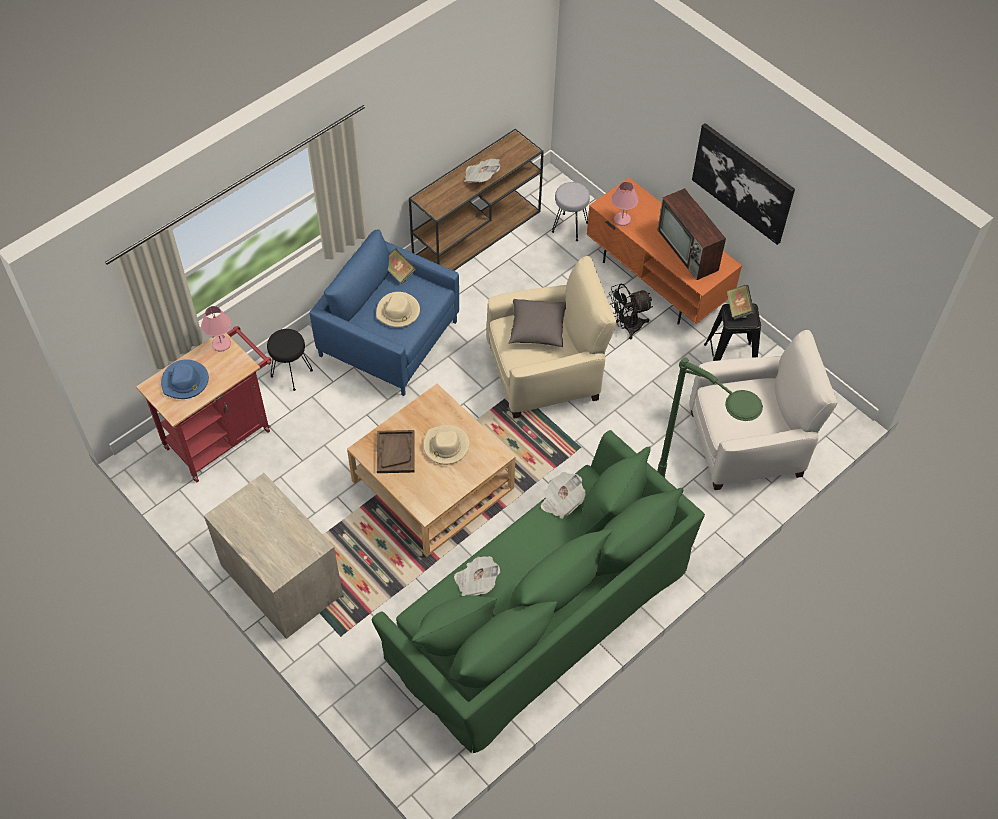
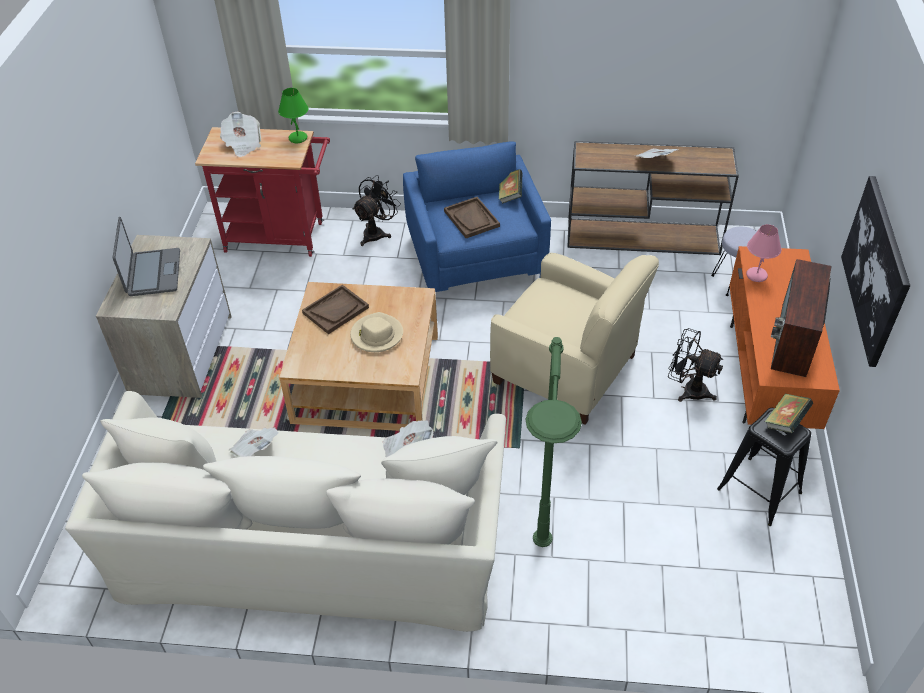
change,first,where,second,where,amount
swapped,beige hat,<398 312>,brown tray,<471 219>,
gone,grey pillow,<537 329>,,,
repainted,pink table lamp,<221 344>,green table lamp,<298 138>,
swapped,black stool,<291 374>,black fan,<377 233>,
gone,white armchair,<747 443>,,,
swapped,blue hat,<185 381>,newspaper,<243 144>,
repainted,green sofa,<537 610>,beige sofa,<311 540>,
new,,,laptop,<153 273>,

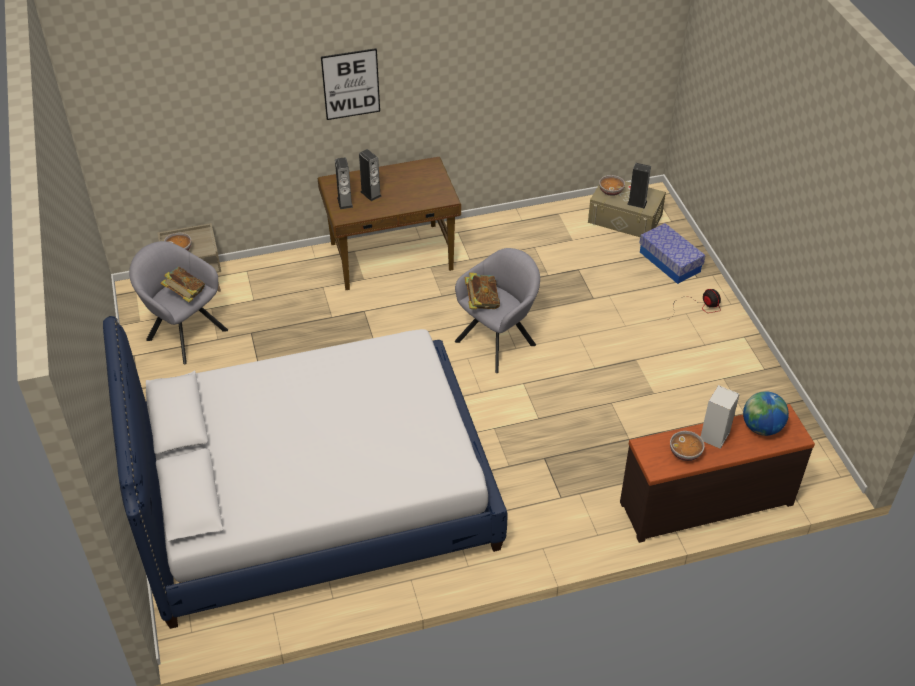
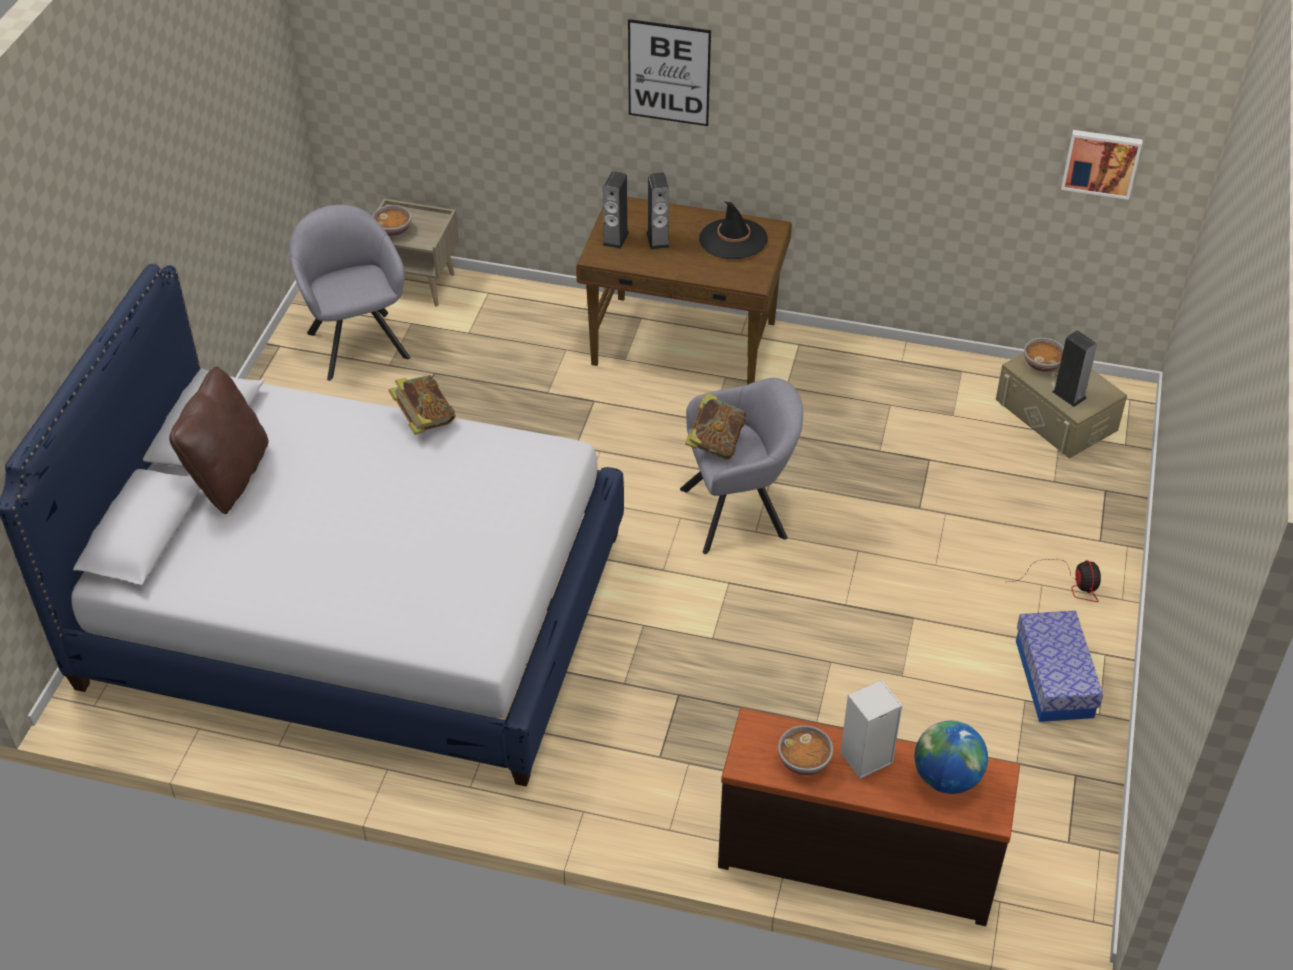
change,first,where,second,where,amount
shifted,storage box,<670 262>,,<1054 679>,
shifted,book,<185 294>,,<424 420>,
new,,,picture,<1101 162>,
new,,,black hat,<733 239>,
new,,,brown pillow,<229 476>,

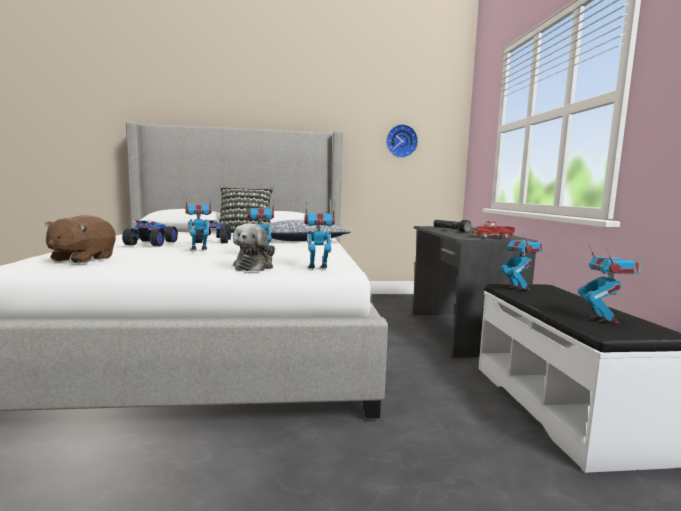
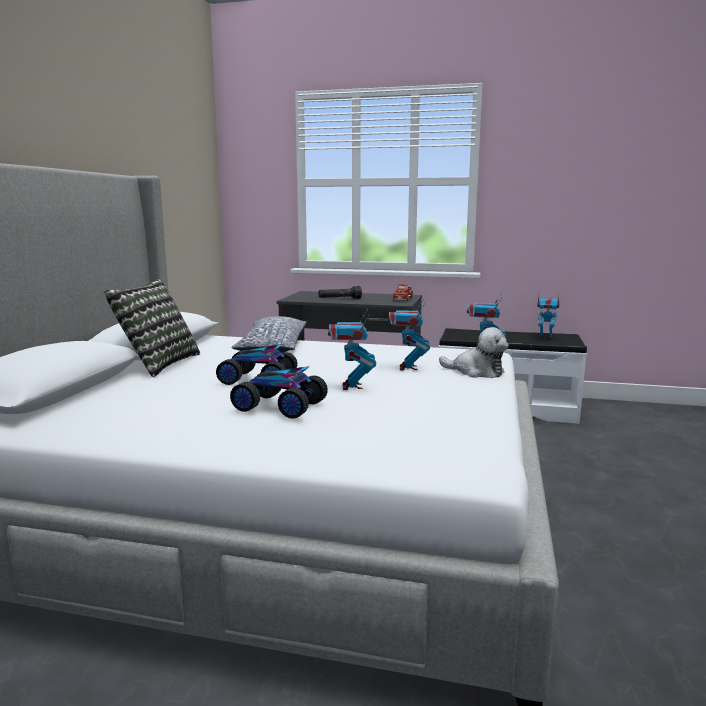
change,first,where,second,where,amount
gone,wall clock,<401 141>,,,
gone,brown plush toy,<81 259>,,,
gone,toy robot,<519 288>,,,

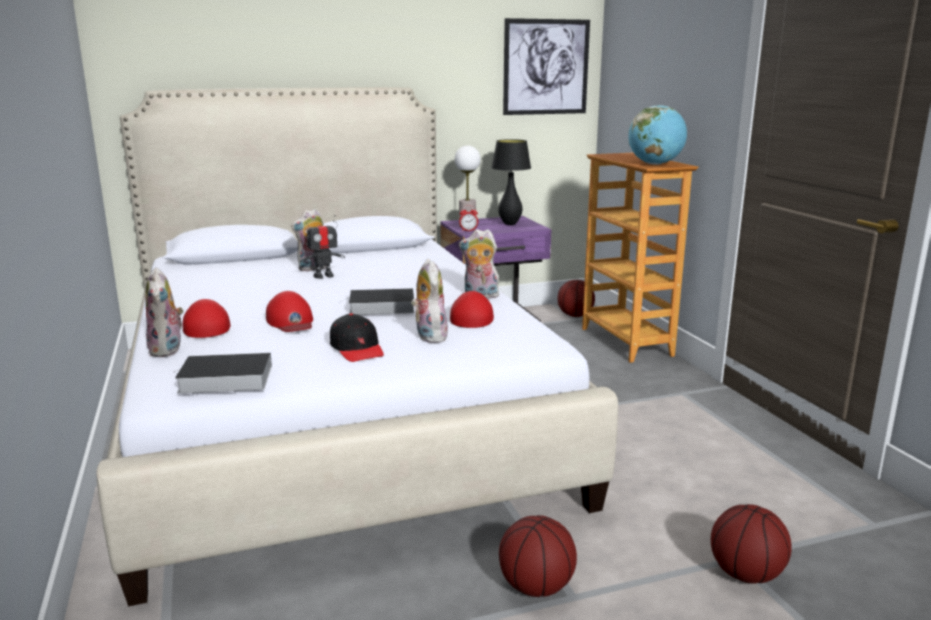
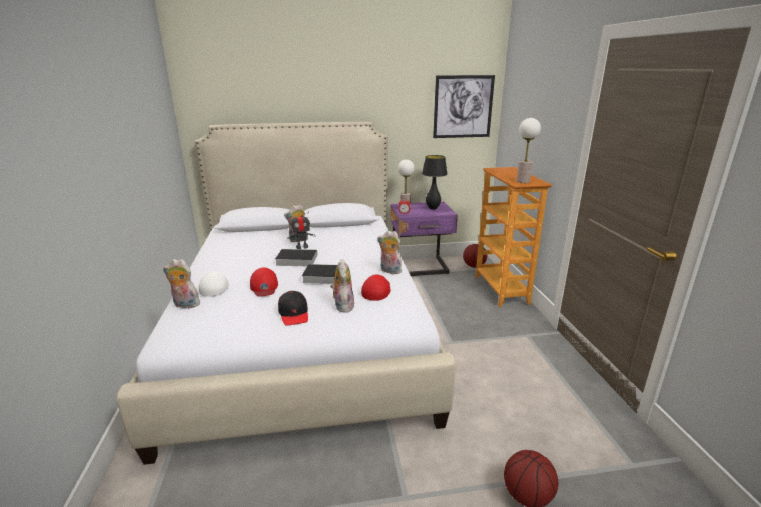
change,first,where,second,where,amount
swapped,globe,<655 164>,table lamp,<523 181>,
rotated,plush toy,<168 350>,,<185 305>,105 degrees clockwise
repainted,red cap,<206 326>,white cap,<215 286>,
shifted,book,<222 379>,,<295 260>,
gone,basketball,<535 587>,,,

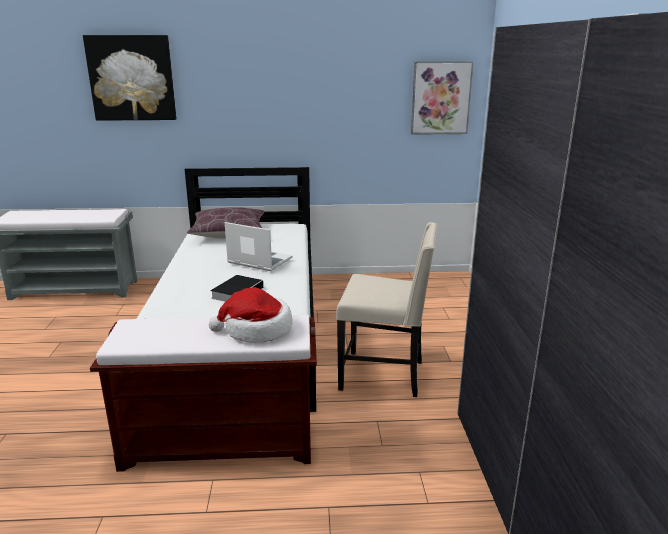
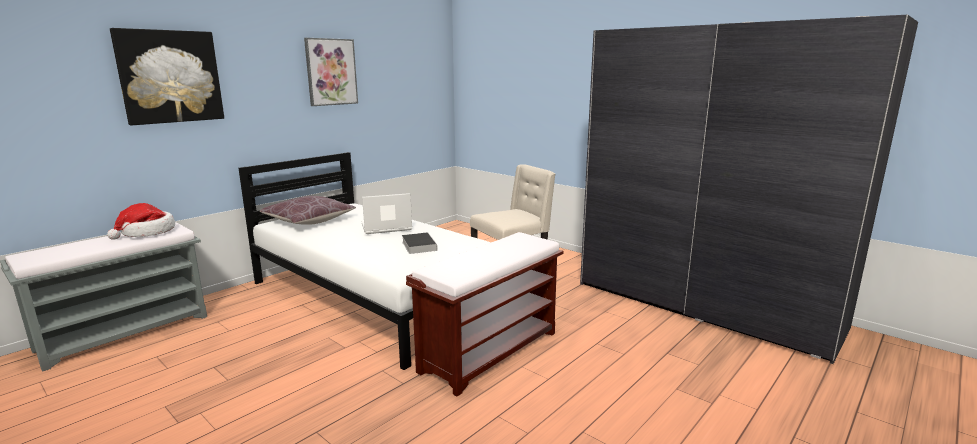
change,first,where,second,where,amount
shifted,picture,<440 98>,,<331 72>,
shifted,hat,<256 330>,,<147 232>,

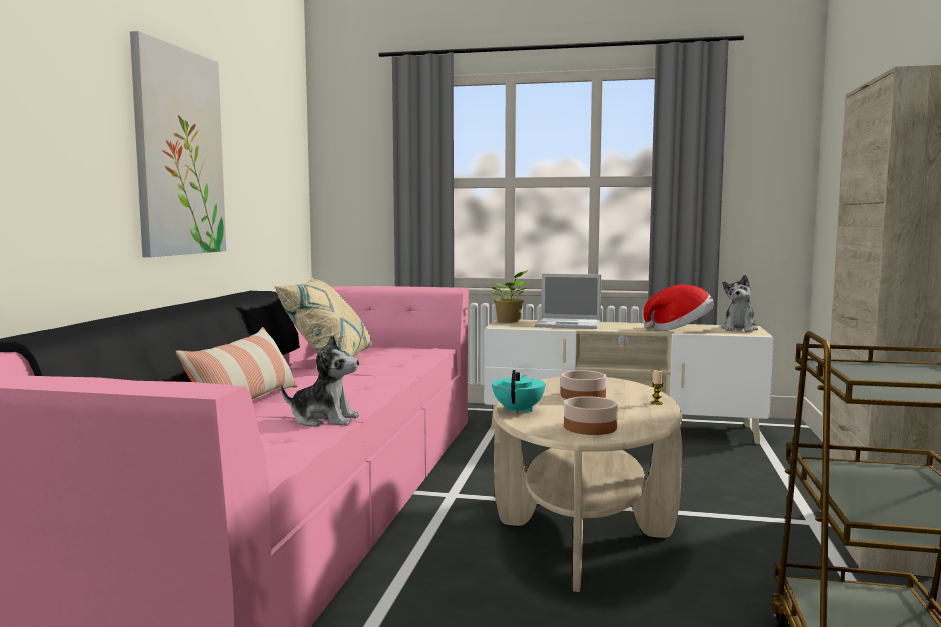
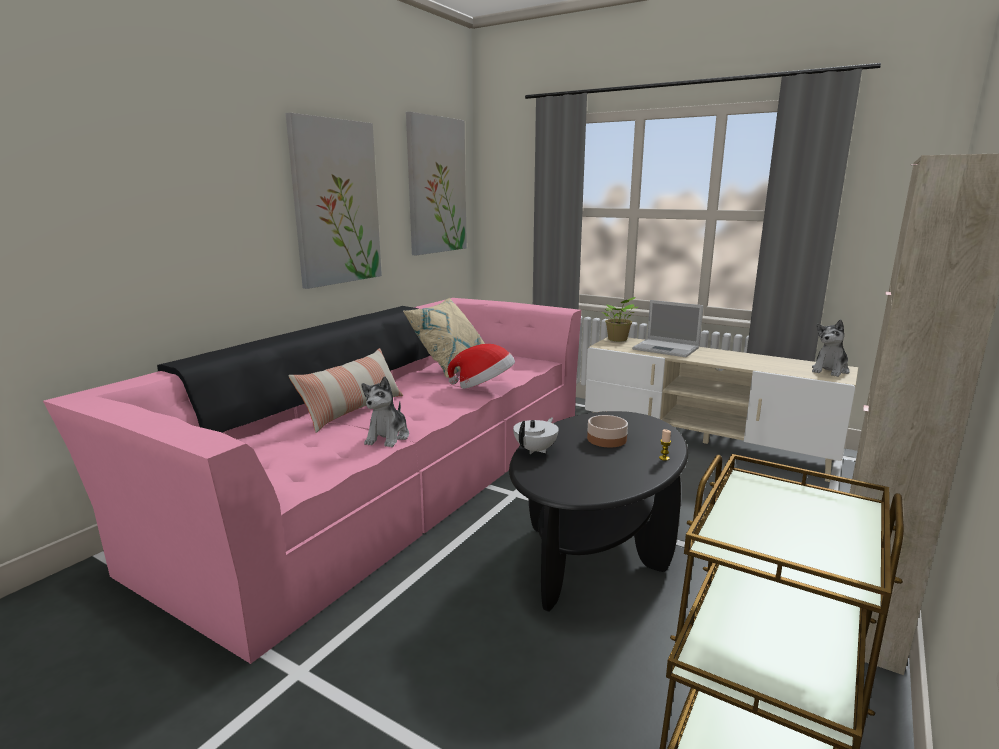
change,first,where,second,where,amount
shifted,hat,<679 329>,,<483 387>,
rotated,plush toy,<324 420>,,<388 437>,75 degrees clockwise
repainted,turquoise teapot,<519 410>,white teapot,<536 450>,
repainted,beige coffee table,<584 530>,black coffee table,<596 549>,
gone,bowl,<590 427>,,,
new,,,picture,<436 186>,

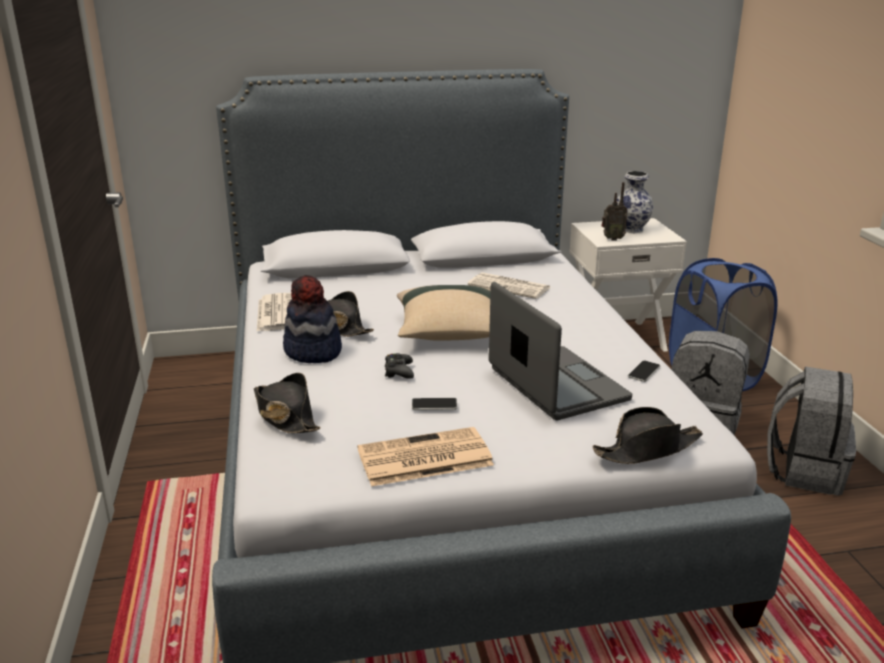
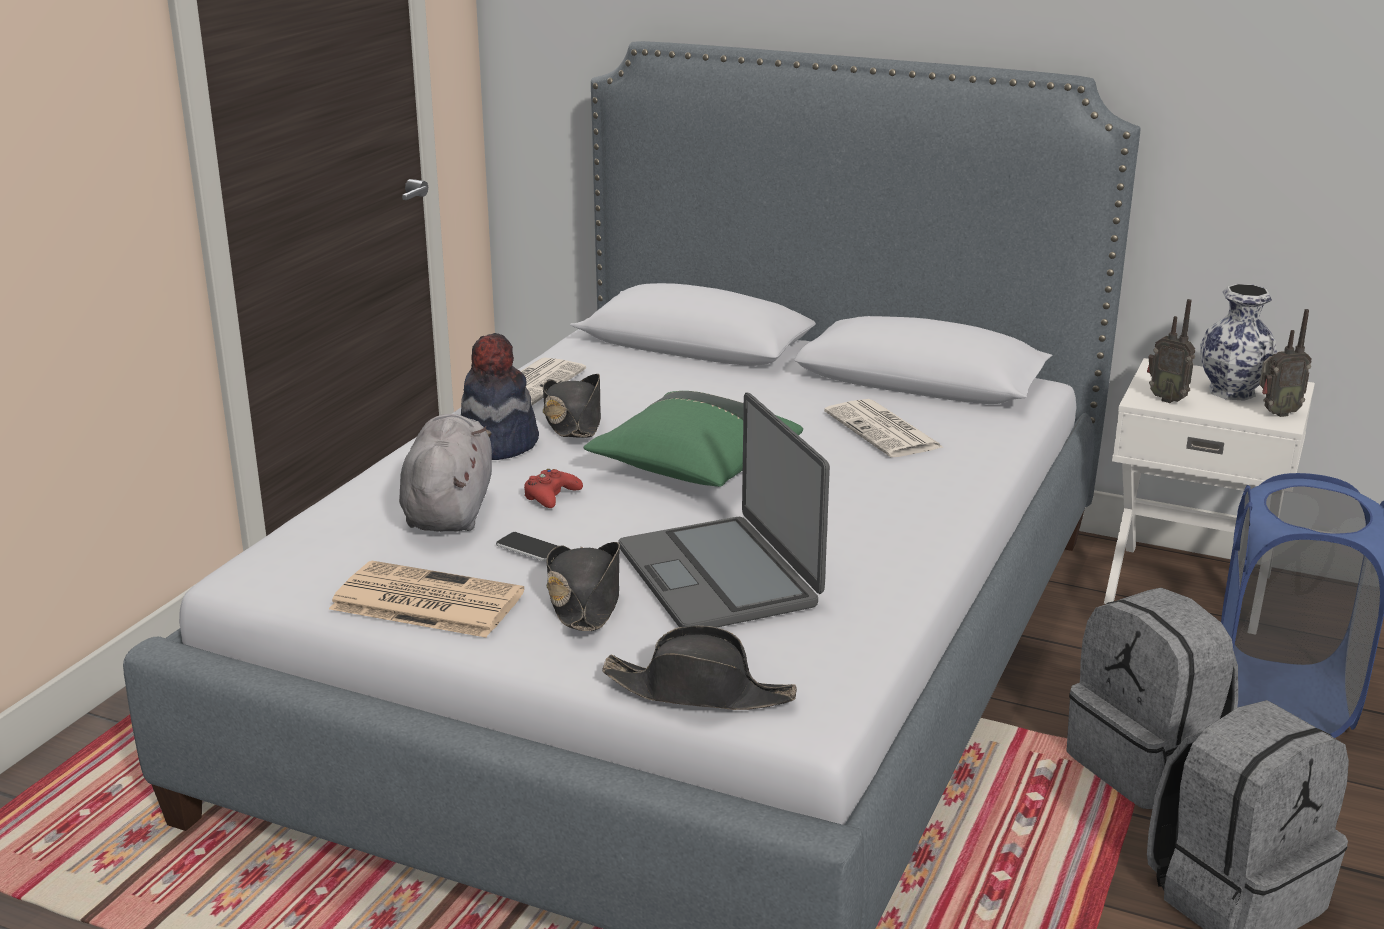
change,first,where,second,where,amount
rotated,laptop,<556 385>,,<720 576>,150 degrees clockwise
repainted,beige pillow,<449 333>,green pillow,<694 469>,
repainted,black game controller,<399 371>,red game controller,<551 496>,
gone,phone,<644 372>,,,
shifted,black hat,<285 416>,,<585 599>,
new,,,radio,<1276 413>,
new,,,grey plush toy,<449 510>,

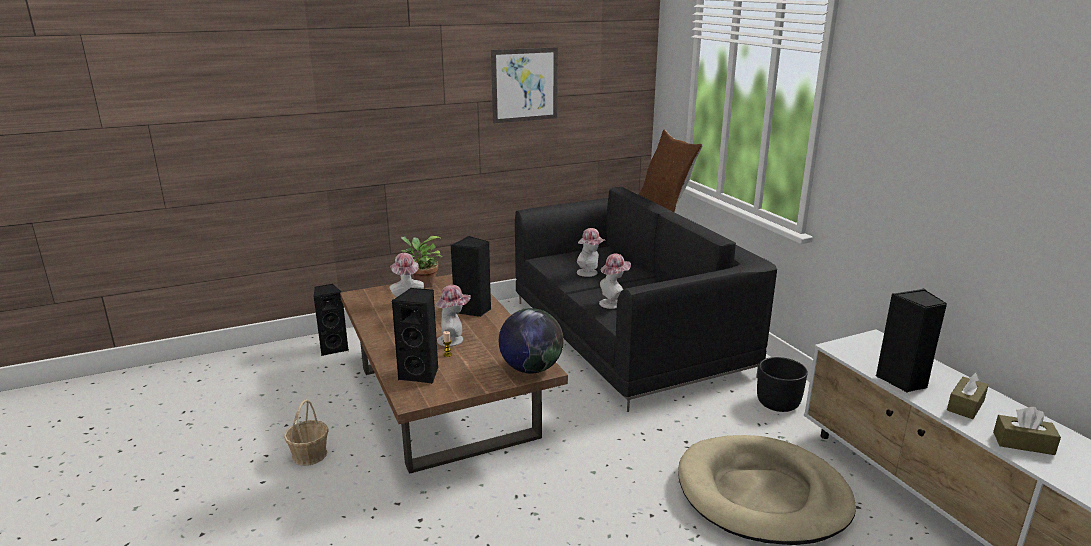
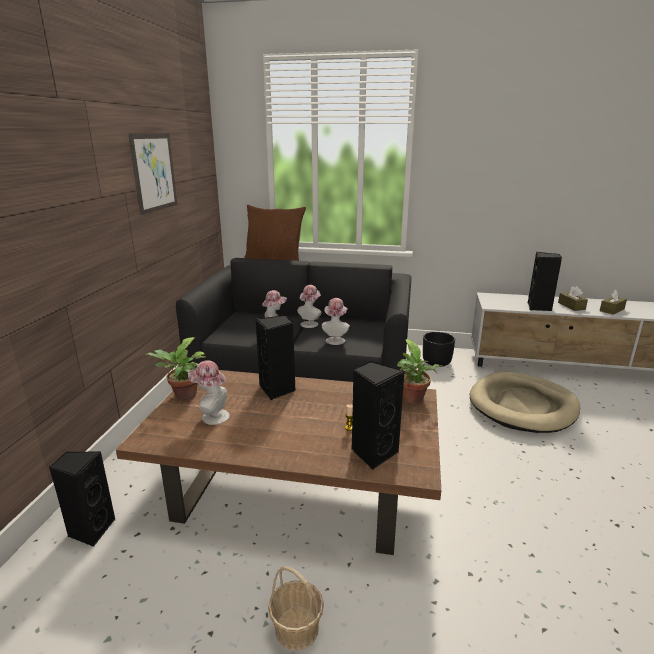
change,first,where,second,where,amount
shifted,hat,<454 339>,,<310 323>,
swapped,globe,<531 369>,potted plant,<414 399>,

